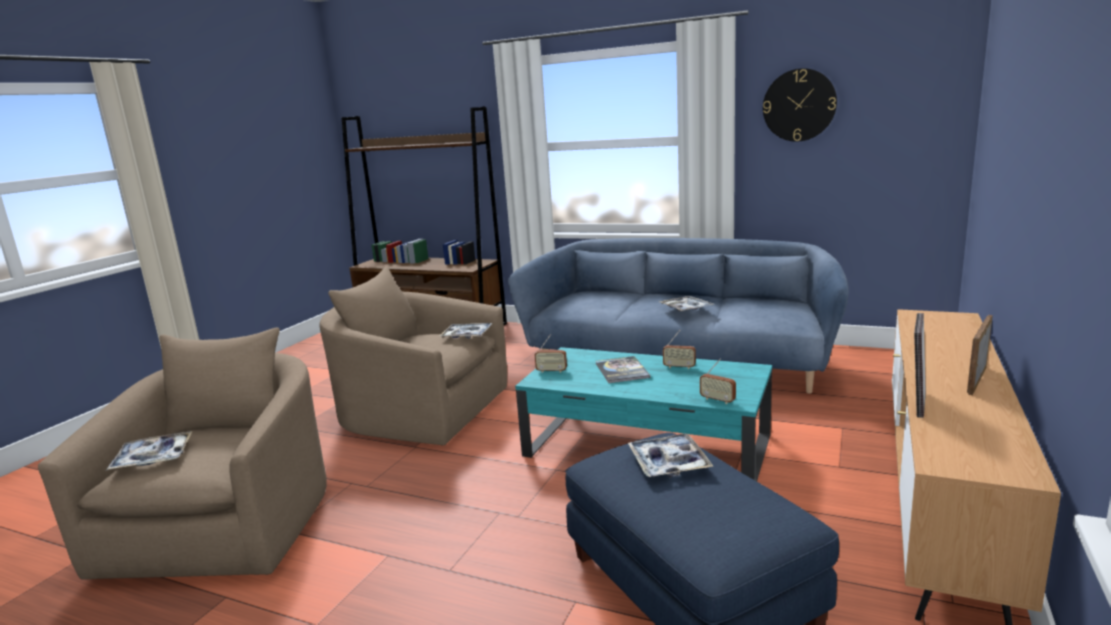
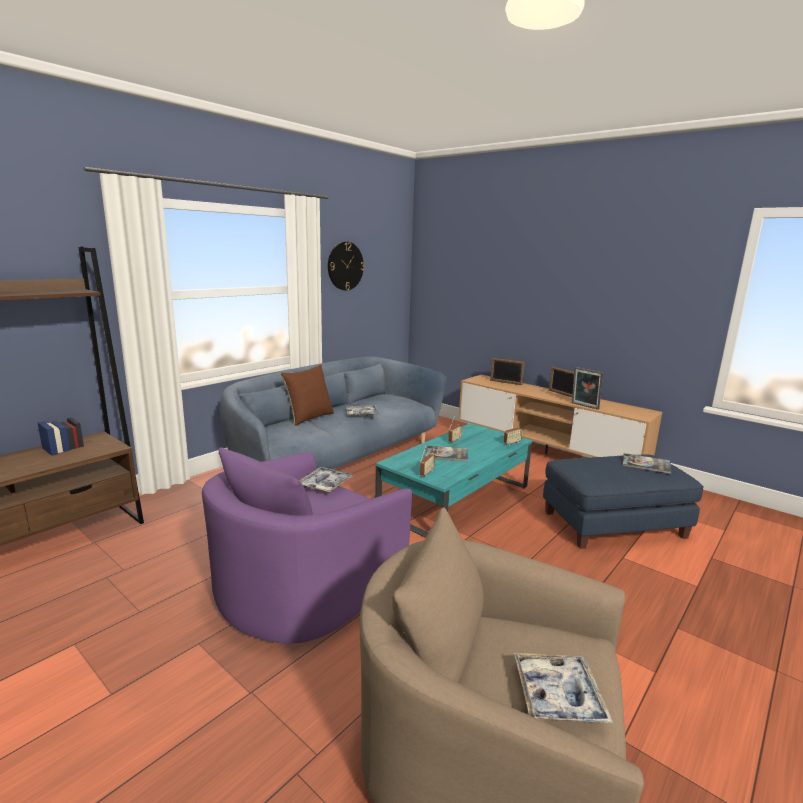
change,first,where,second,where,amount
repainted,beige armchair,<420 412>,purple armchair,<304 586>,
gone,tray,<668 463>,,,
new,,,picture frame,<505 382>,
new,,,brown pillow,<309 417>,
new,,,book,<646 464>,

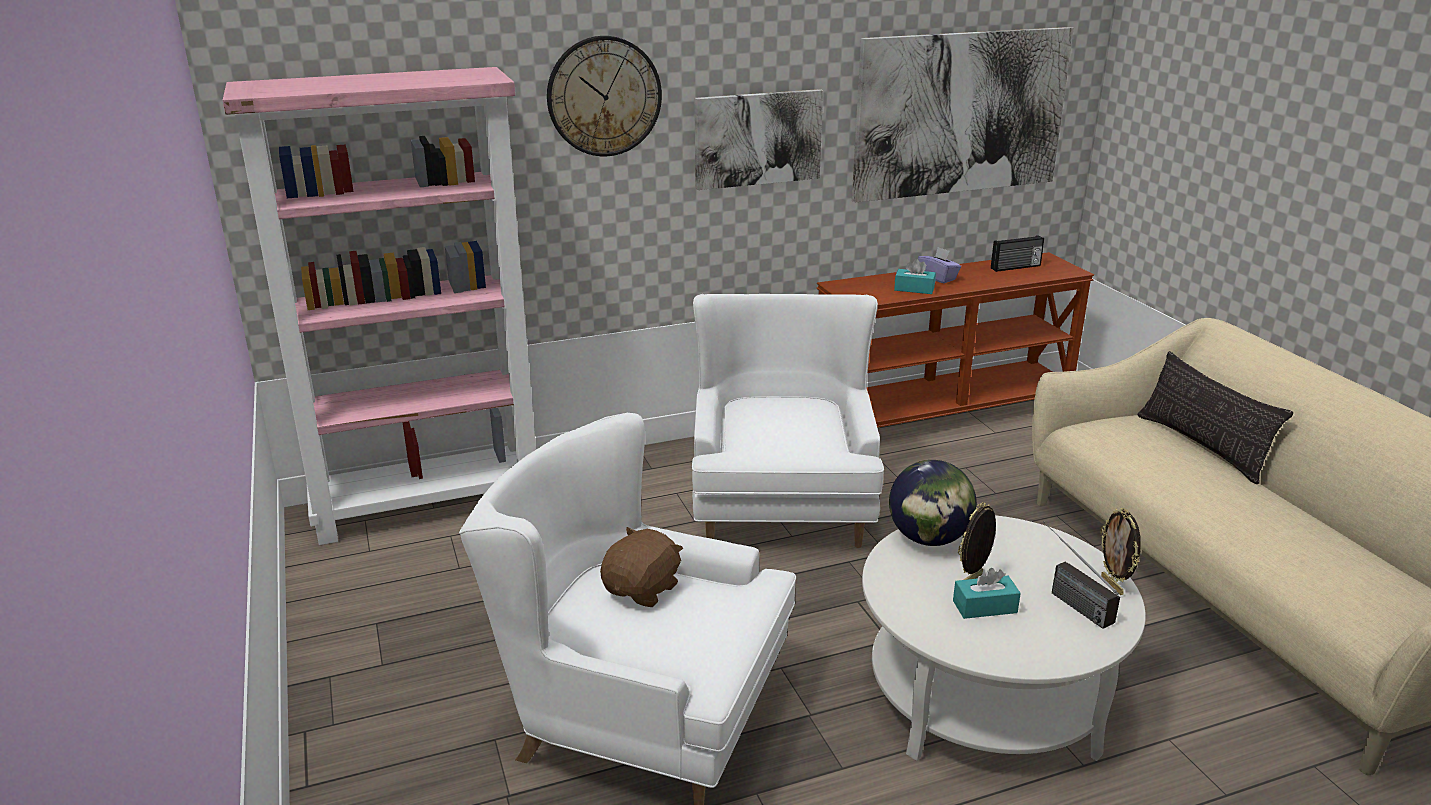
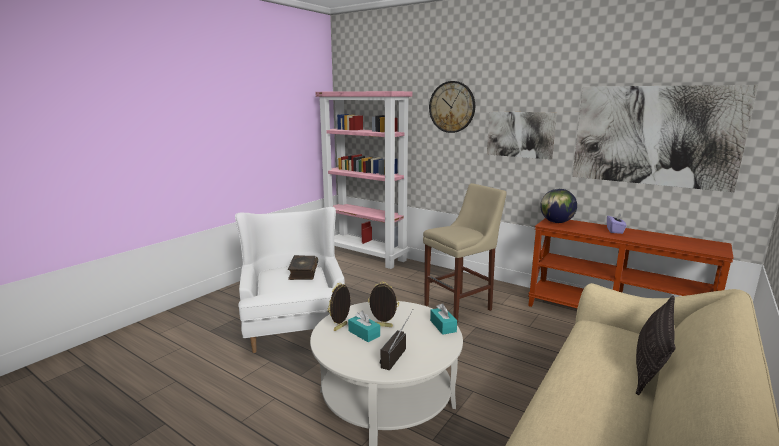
change,first,where,second,where,amount
gone,radio,<1016 267>,,,
shifted,turquoise tissue box,<914 289>,,<443 326>,
swapped,white armchair,<781 504>,beige stool,<460 306>,
shifted,globe,<928 539>,,<556 222>,
shifted,picture frame,<1113 586>,,<341 327>,
swapped,brown plush toy,<643 589>,book,<303 272>,

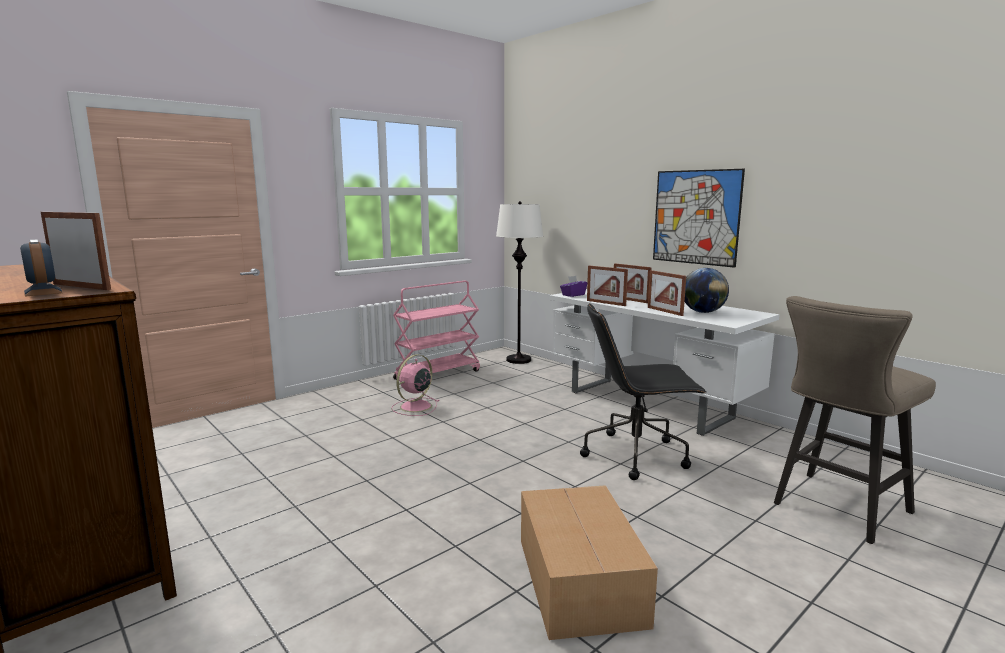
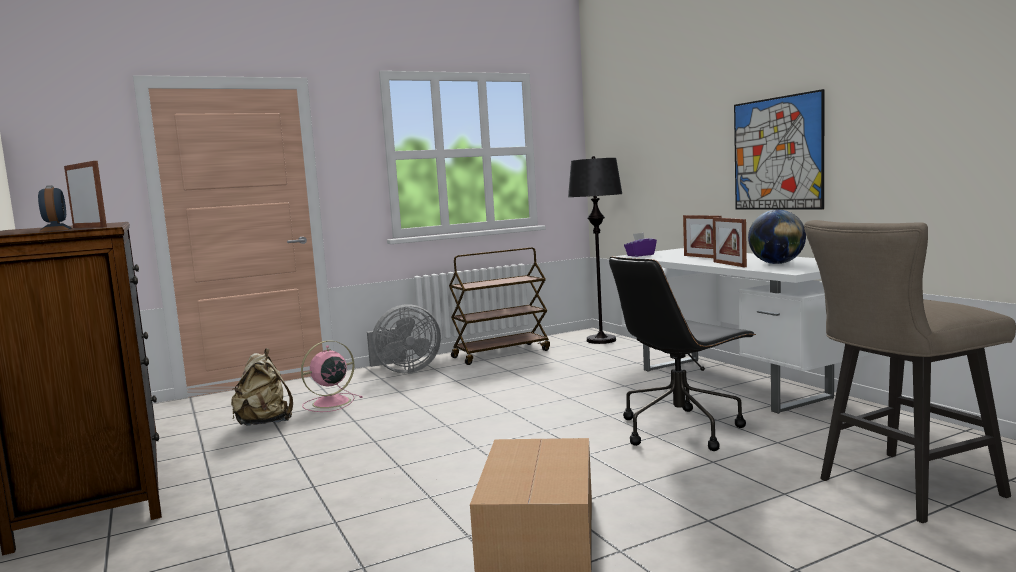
change,first,where,second,where,amount
repainted,white floor lamp,<518 360>,black floor lamp,<601 340>,
gone,picture frame,<606 303>,,,
repainted,pink cart,<438 374>,brown cart,<501 353>,
rotated,black office chair,<637 455>,,<681 429>,45 degrees counterclockwise
shifted,pink fan,<414 407>,,<330 403>,
new,,,grey fan,<405 371>,
new,,,beige backpack,<264 423>,

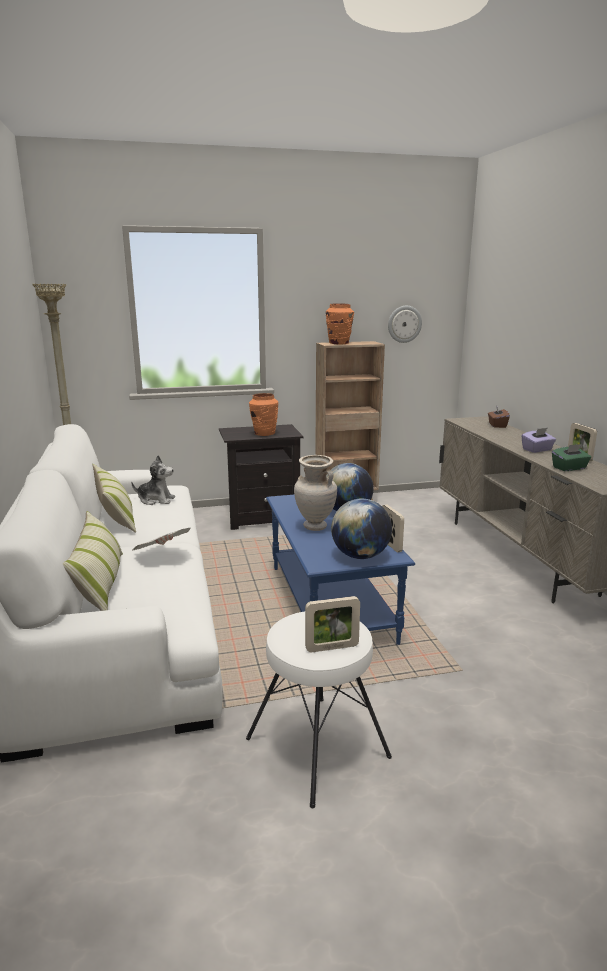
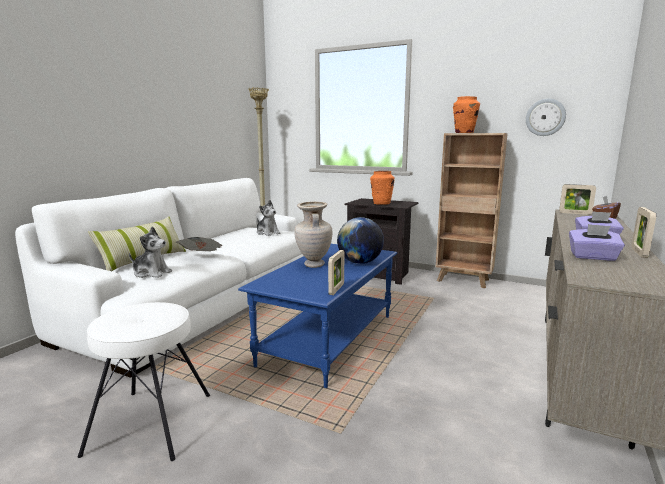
change,first,where,second,where,amount
repainted,green tissue box,<569 468>,purple tissue box,<593 257>,
gone,pillow,<116 516>,,,
gone,globe,<360 556>,,,
shifted,picture frame,<332 647>,,<575 213>,
new,,,plush toy,<151 273>,

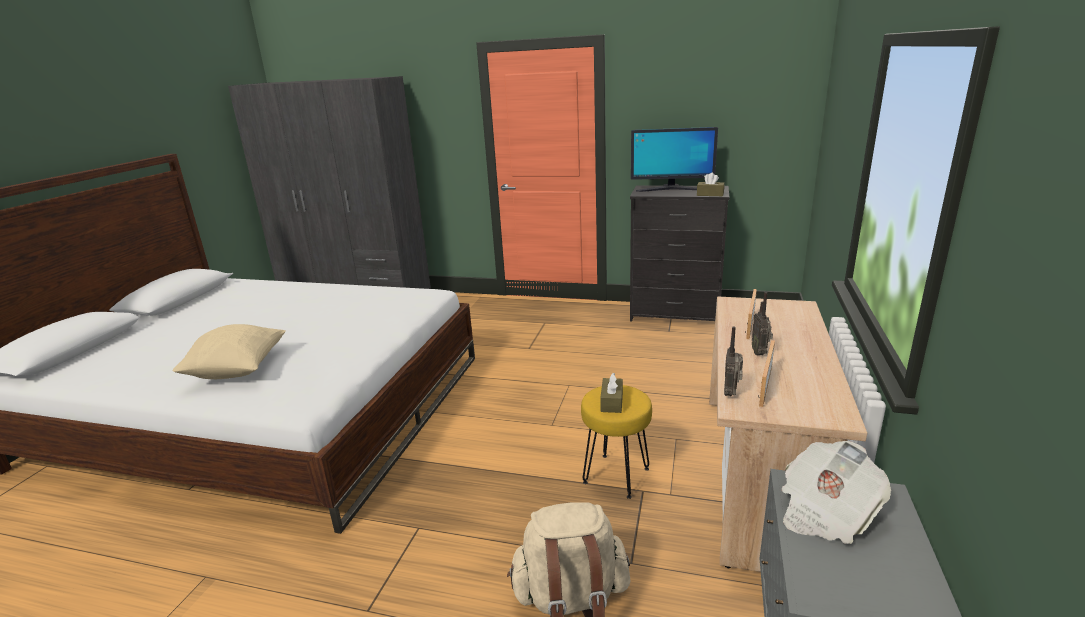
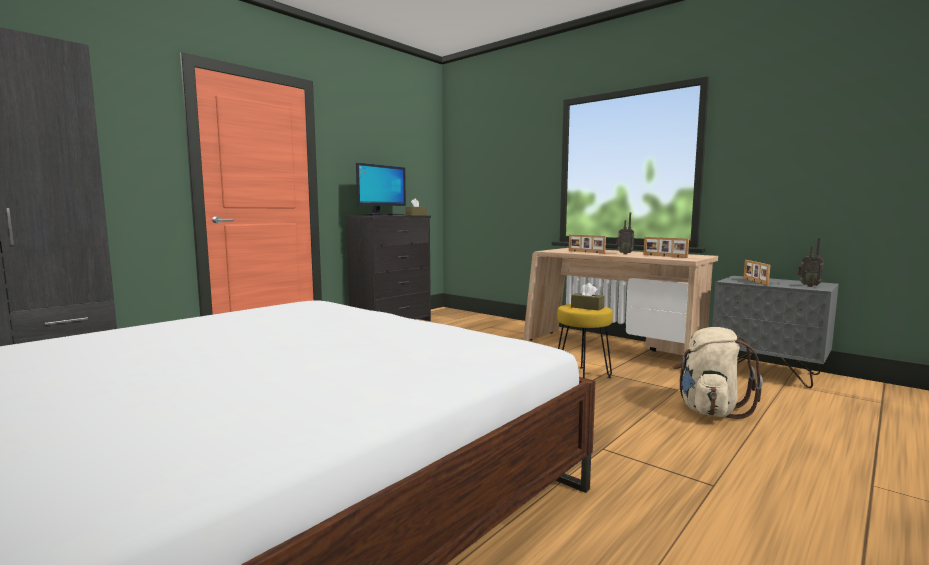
change,first,where,second,where,amount
gone,beige pillow,<238 370>,,,
shifted,radio,<731 393>,,<809 286>,
swapped,newspaper,<825 512>,picture frame,<754 281>,

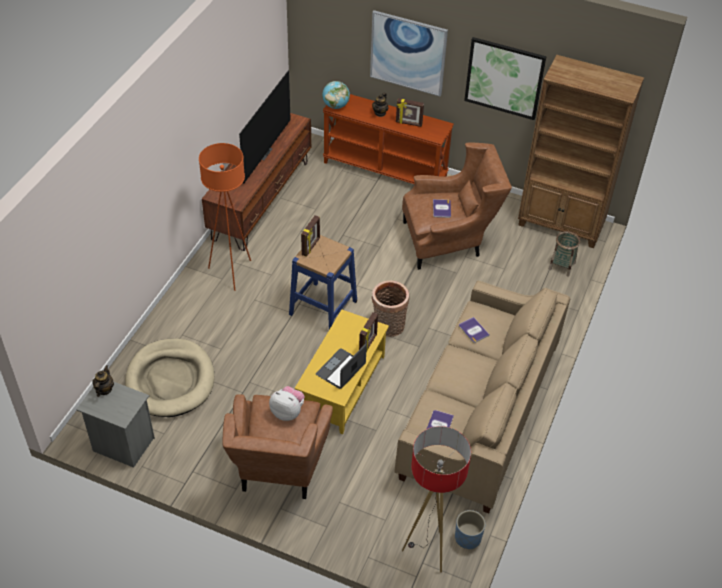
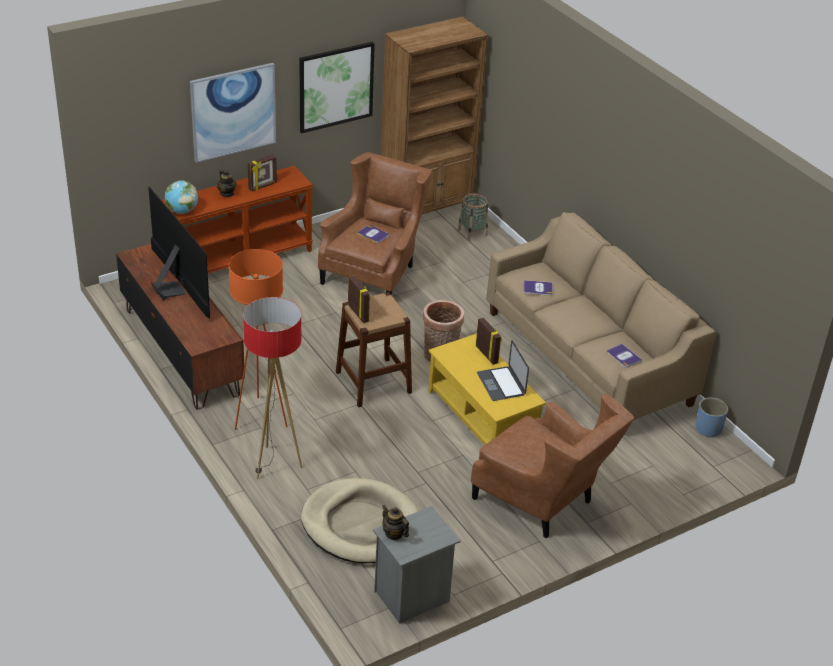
change,first,where,second,where,amount
repainted,blue stool,<323 307>,brown stool,<373 382>,
gone,plush toy,<287 412>,,,
shifted,floor lamp,<427 551>,,<275 464>,

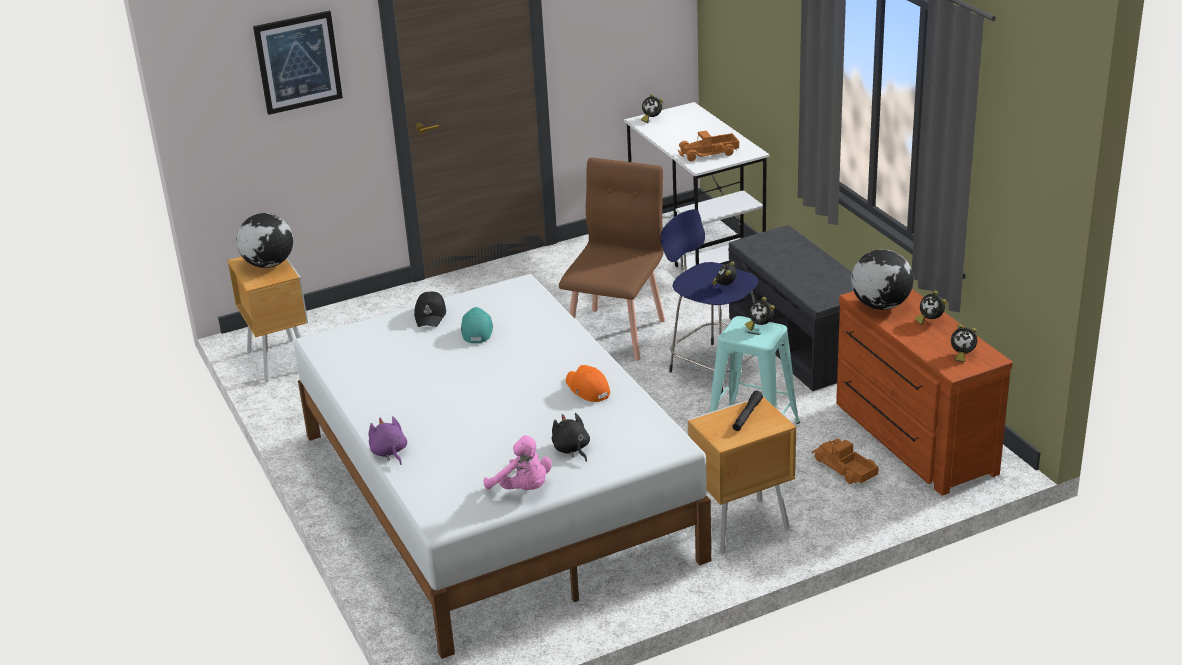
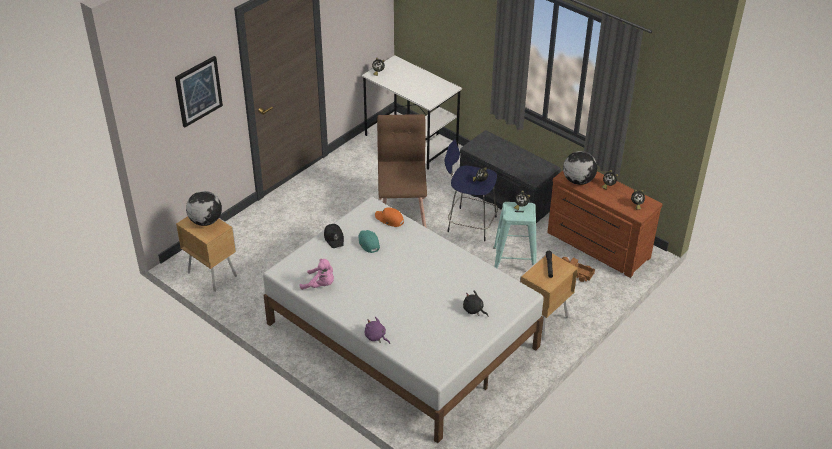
change,first,where,second,where,amount
gone,toy truck,<709 154>,,,
shifted,orange cap,<587 389>,,<389 220>,
shifted,pink plush toy,<523 489>,,<320 285>,

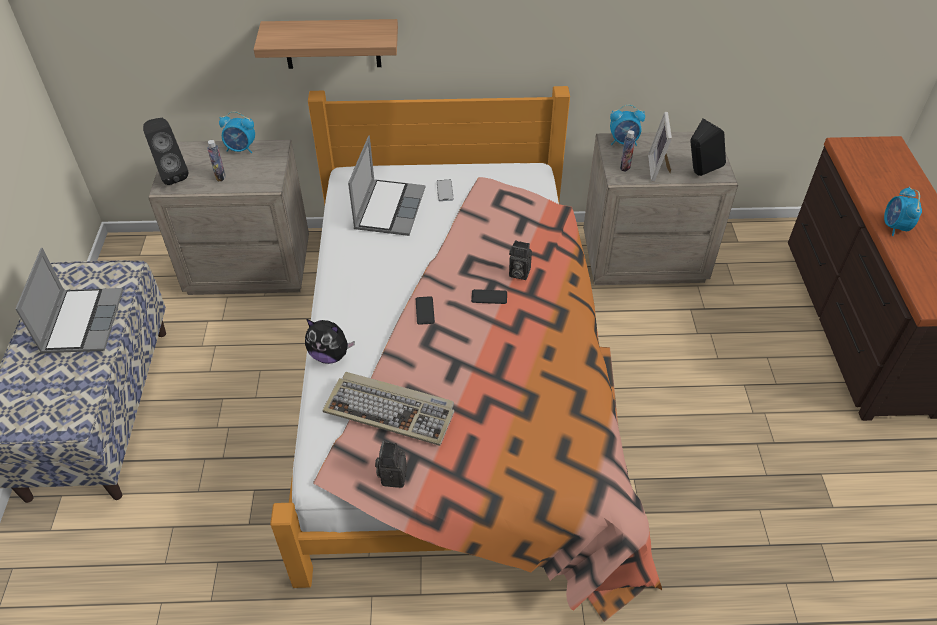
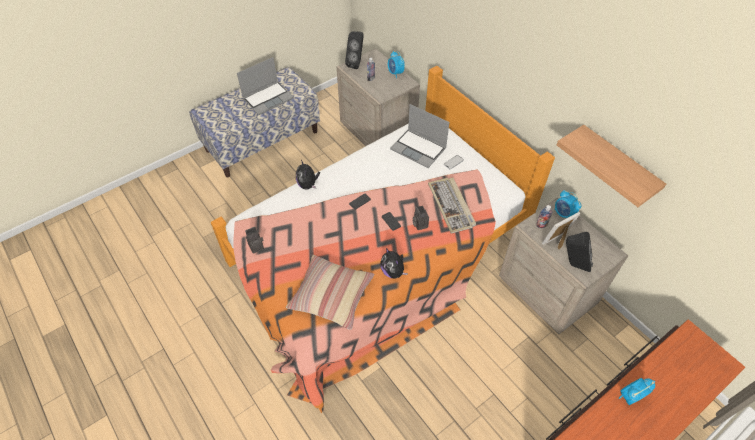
change,first,where,second,where,amount
shifted,shelf,<332 44>,,<616 166>,
rotated,laptop,<389 208>,,<419 149>,60 degrees clockwise
shifted,keyboard,<391 410>,,<451 206>,
new,,,plush toy,<393 272>,
new,,,pillow,<331 295>,

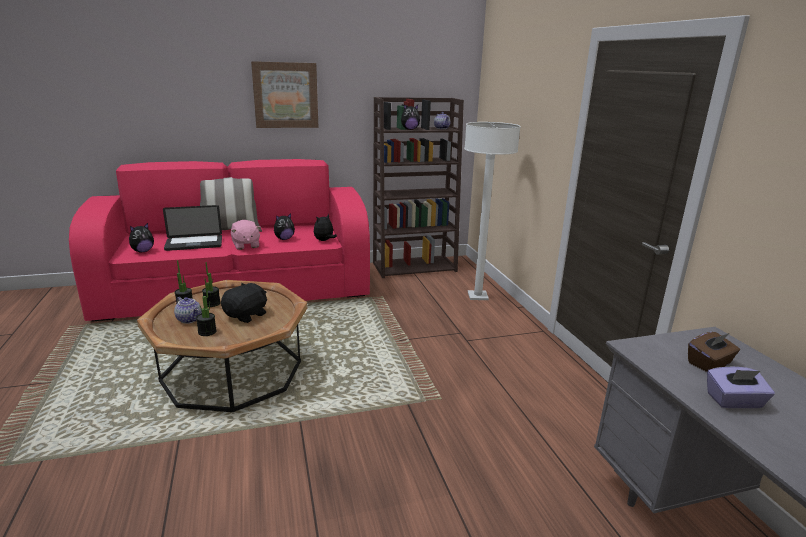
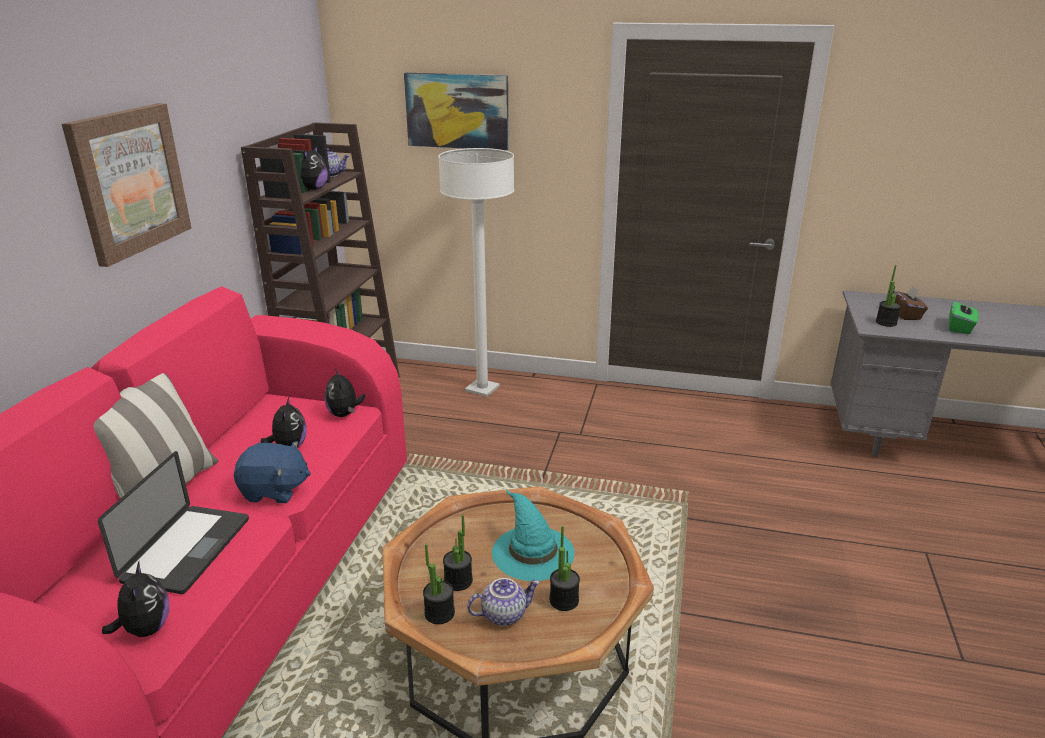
change,first,where,second,where,amount
repainted,pink plush toy,<246 245>,blue plush toy,<274 491>,
swapped,black plush toy,<246 315>,turquoise hat,<532 551>,
repainted,purple tissue box,<734 401>,green tissue box,<960 327>,
new,,,picture,<457 111>,
new,,,potted plant,<886 322>,

